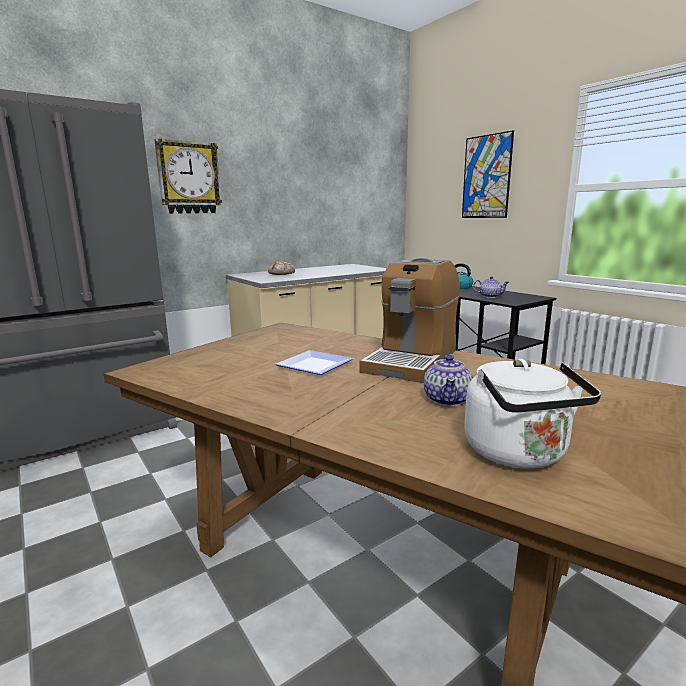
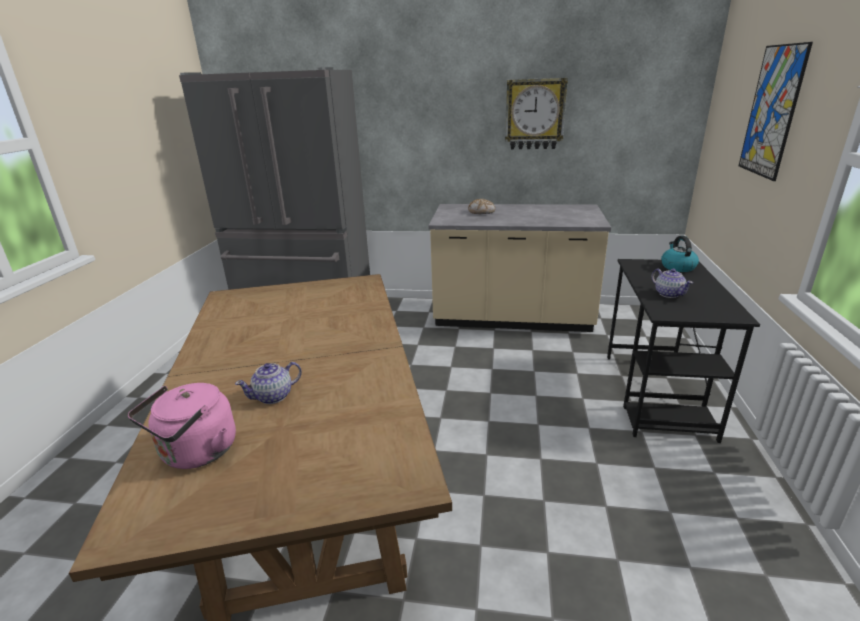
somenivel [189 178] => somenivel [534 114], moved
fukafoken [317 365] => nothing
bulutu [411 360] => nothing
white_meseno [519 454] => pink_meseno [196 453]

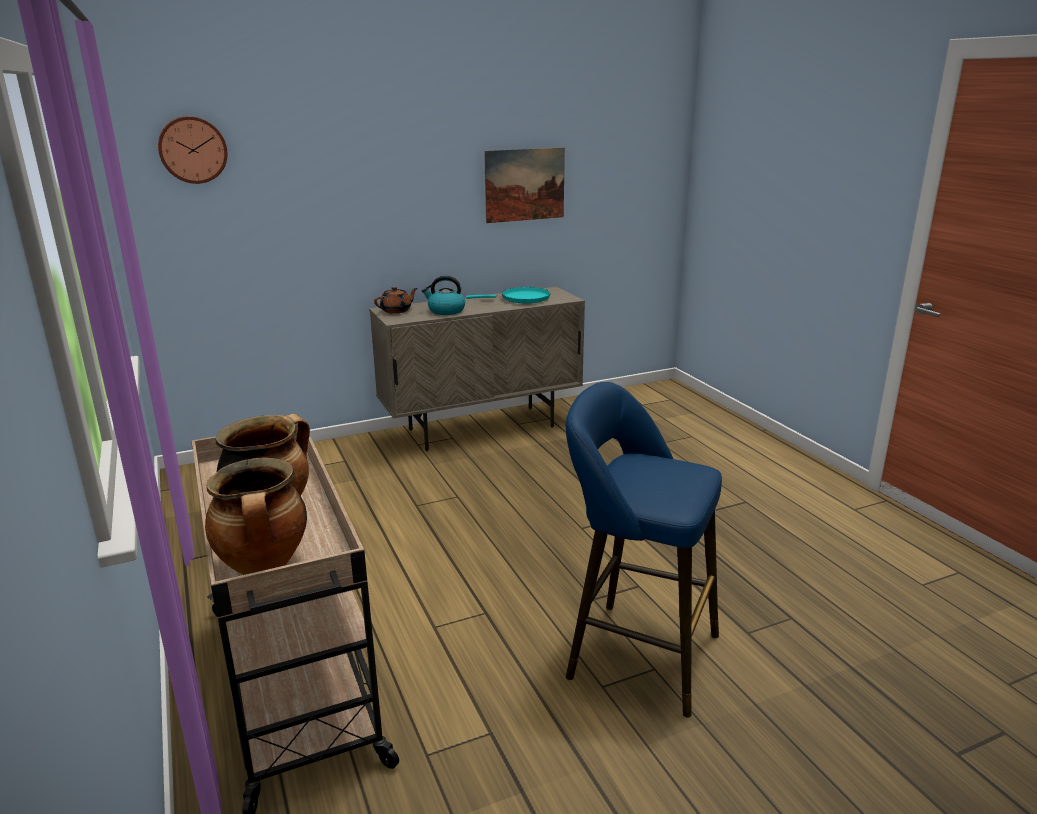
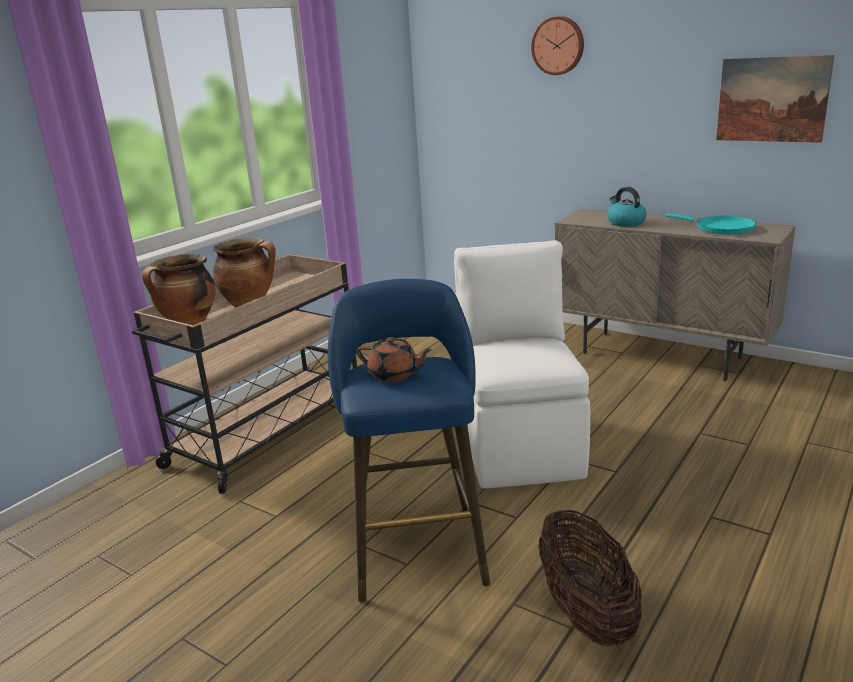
somenivel [193 150] => somenivel [558 45], moved
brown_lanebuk [396 310] => brown_lanebuk [394 375], moved
nothing => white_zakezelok [520 446]
nothing => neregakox [586 613]

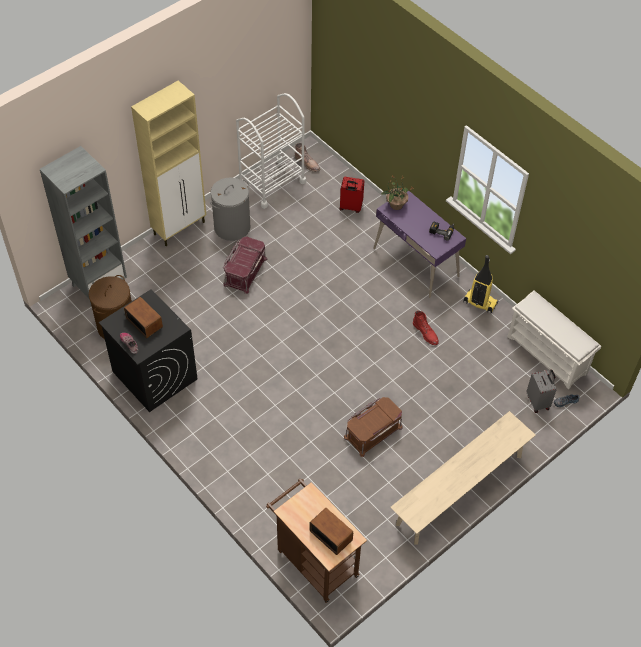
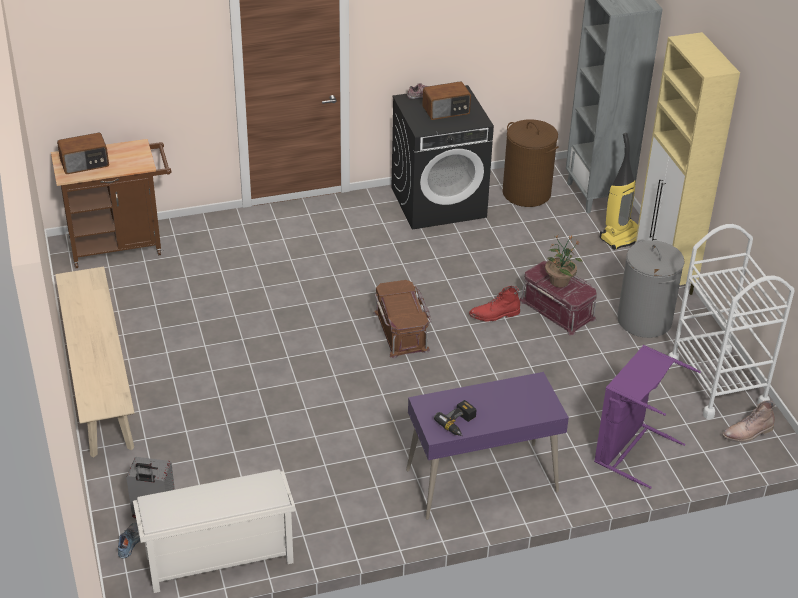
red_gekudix [350 207] => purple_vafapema [631 449]
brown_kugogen [372 431] => brown_kugogen [402 331], moved
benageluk [395 205] => benageluk [559 281], moved
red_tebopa [426 333] => red_tebopa [494 315], moved
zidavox [479 303] => zidavox [621 236], moved

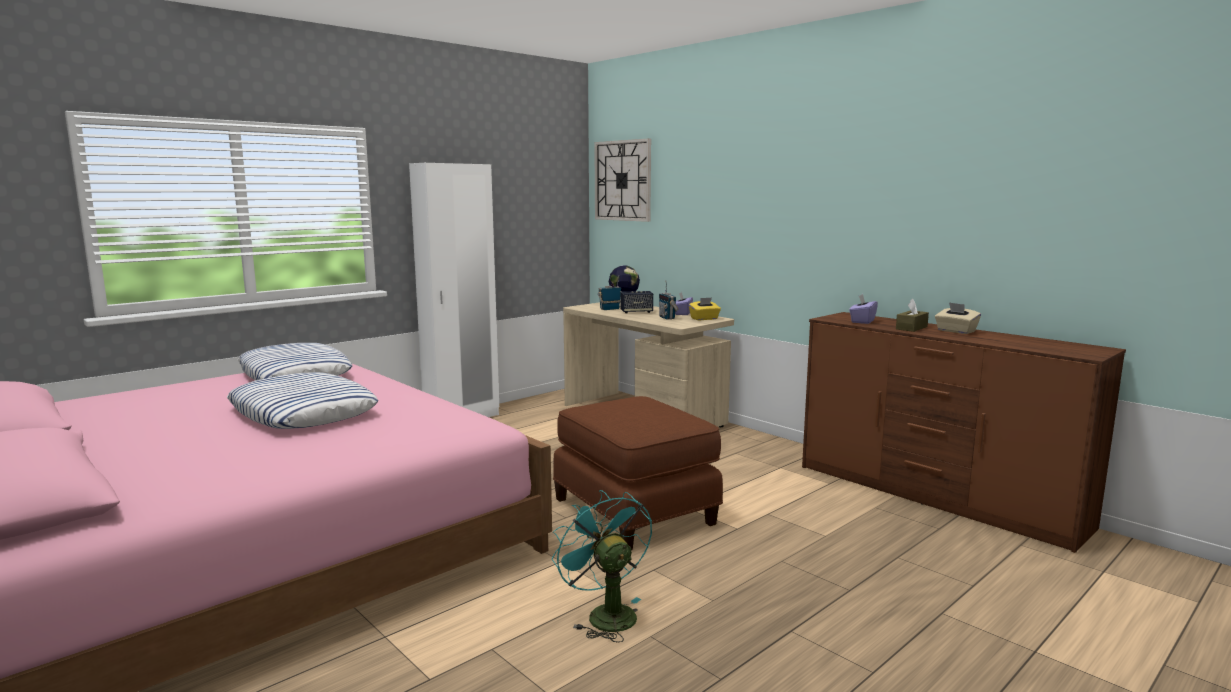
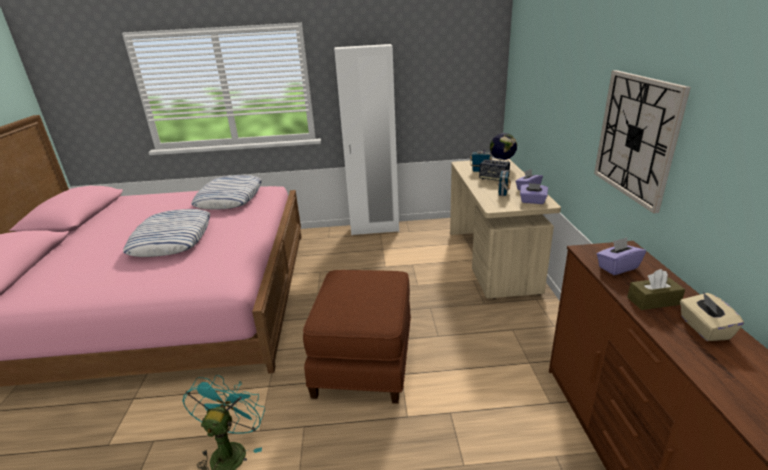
somenivel [623 180] => somenivel [636 137], moved
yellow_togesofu [704 319] => purple_togesofu [532 201]

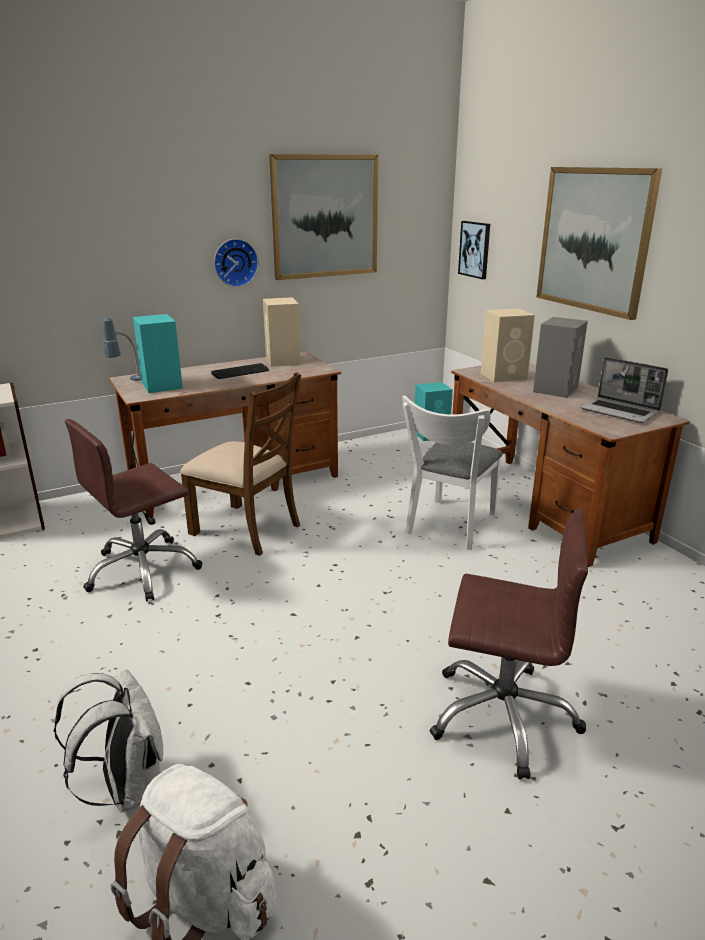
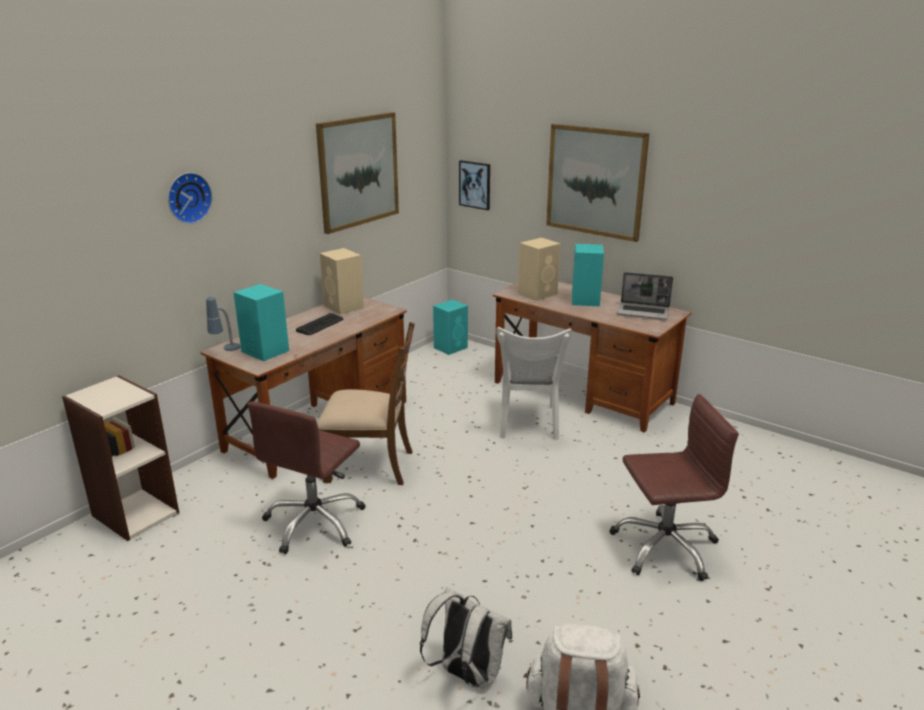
somenivel [235 262] => somenivel [187 197], moved
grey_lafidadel [556 389] => turquoise_lafidadel [585 300]

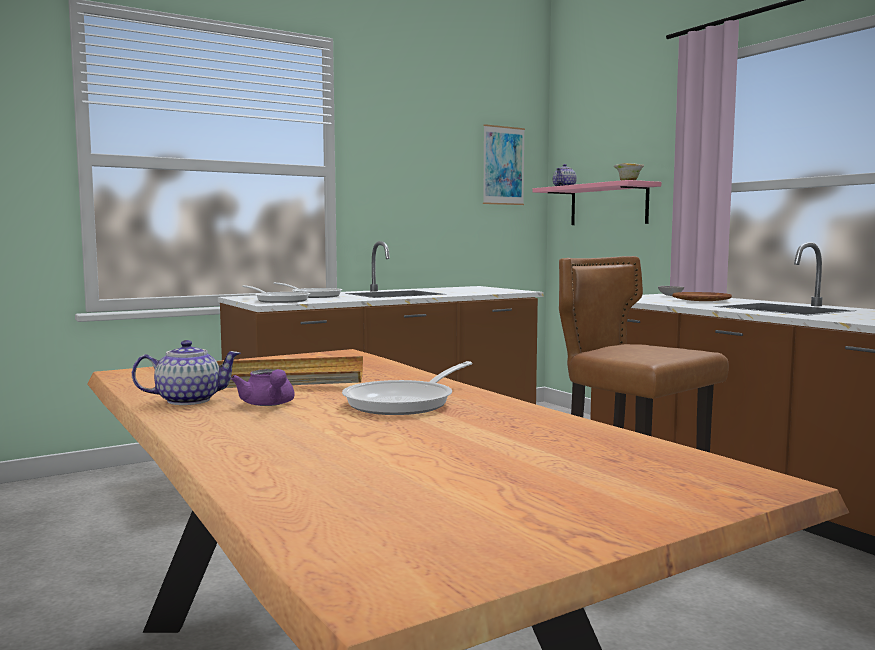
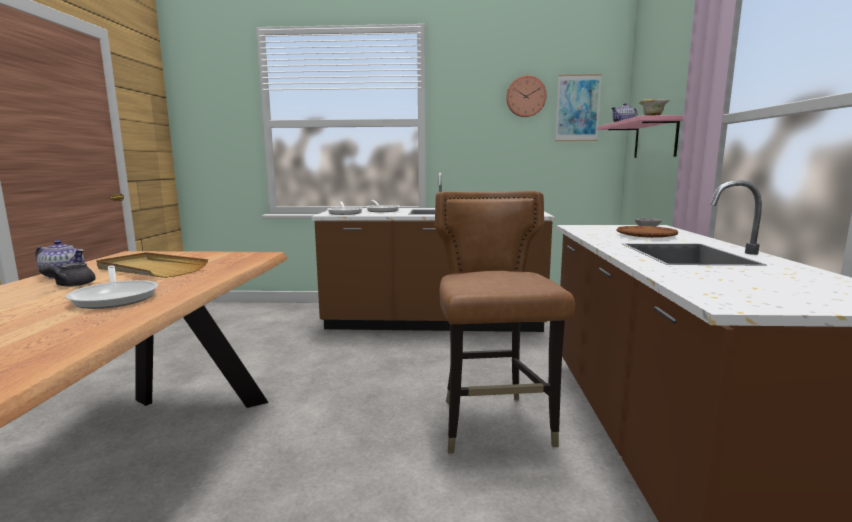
purple_lanebuk [268 404] => grey_lanebuk [70 285]
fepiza [406 402] => fepiza [116 297], 105 degrees counterclockwise
nothing => somenivel [525 96]

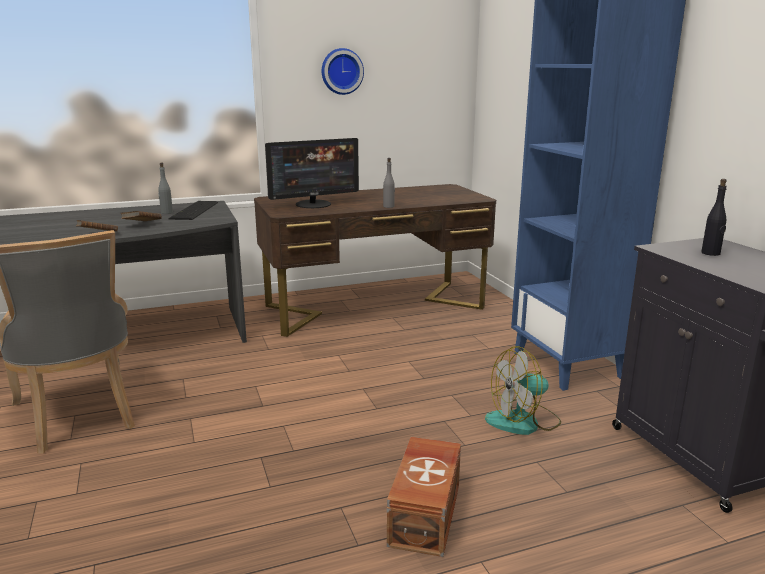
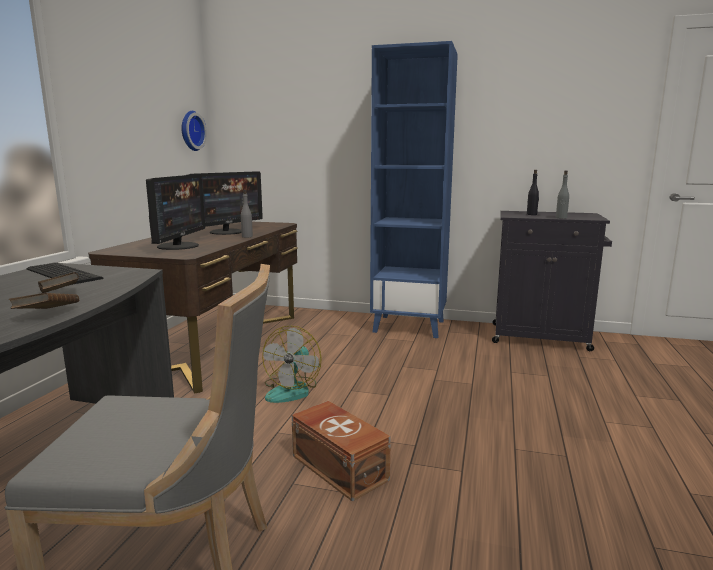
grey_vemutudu [166 212] => grey_vemutudu [561 218], moved
somenivel [341 71] => somenivel [190 131], moved
brown_kugogen [427 513] => brown_kugogen [339 466], moved
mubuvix [523 421] => mubuvix [292 390], moved
nothing => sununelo [227 232]

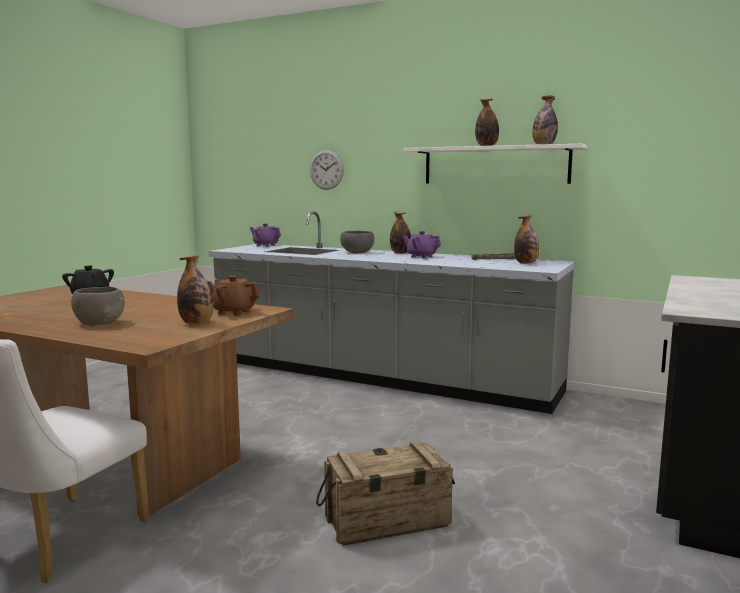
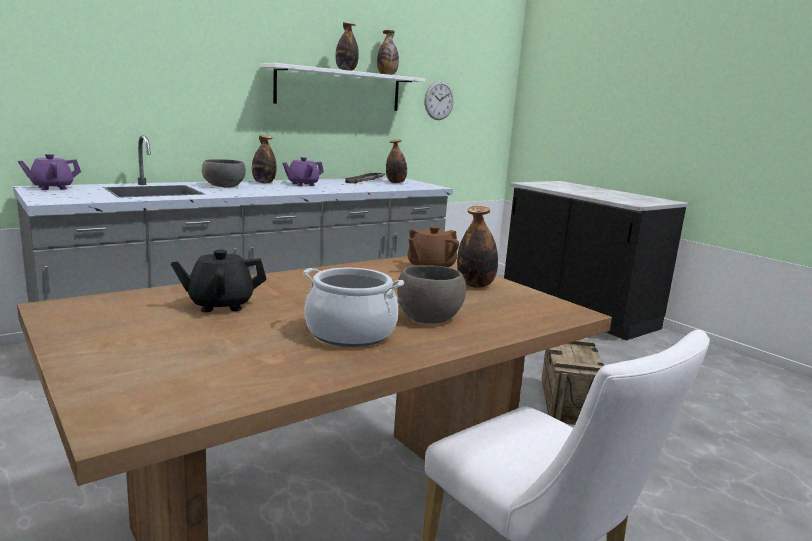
somenivel [326 170] => somenivel [439 100], moved
nothing => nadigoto [350 333]

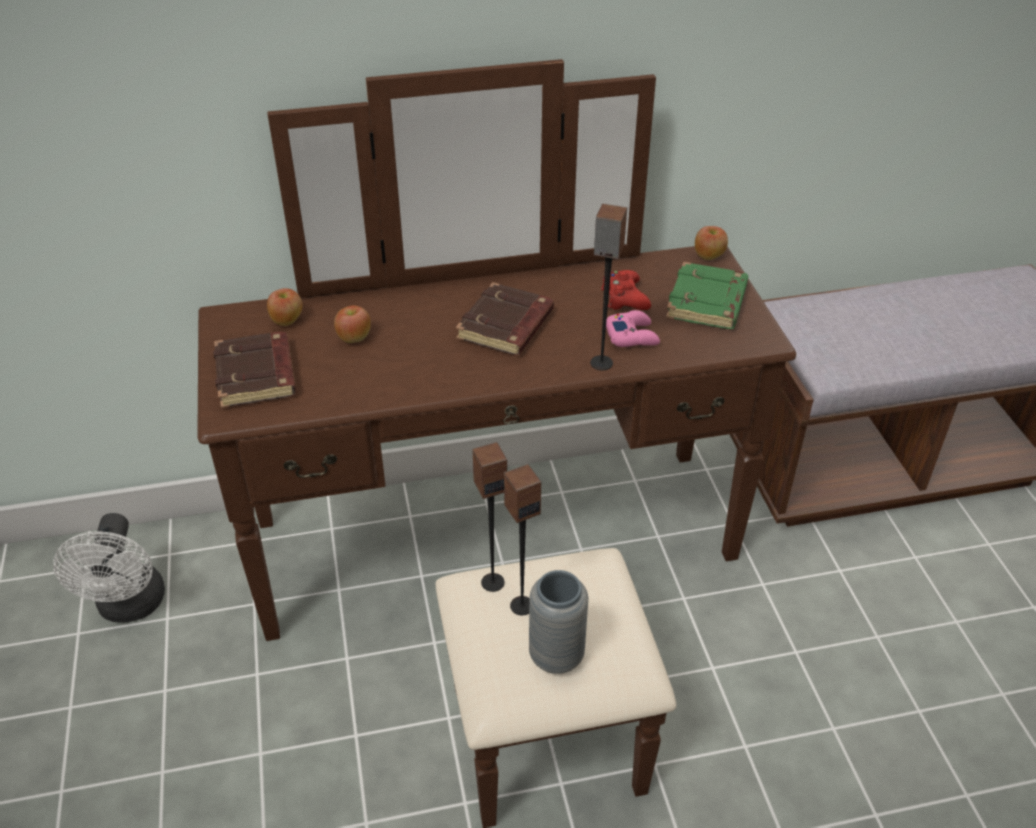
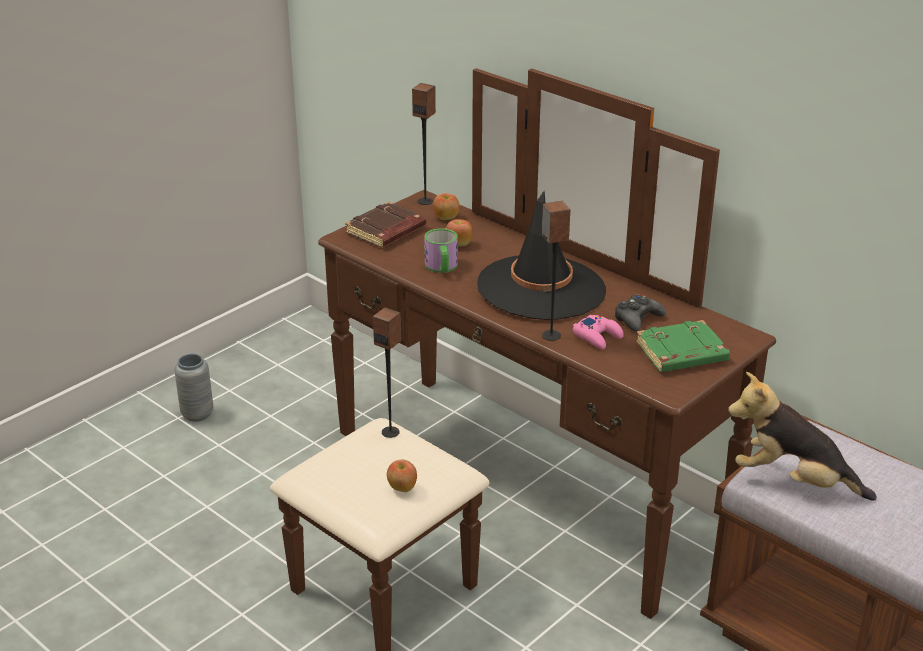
white_mubuvix [130 607] => nothing
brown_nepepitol [506 326] => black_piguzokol [541 288]
lafidadel [521 605] => lafidadel [425 201], moved
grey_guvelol [556 656] => grey_guvelol [197 414], moved
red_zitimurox [624 298] => black_zitimurox [637 319]
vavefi [709 256] => vavefi [402 488], moved
nothing => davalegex [442 267]
nothing => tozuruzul [793 481]

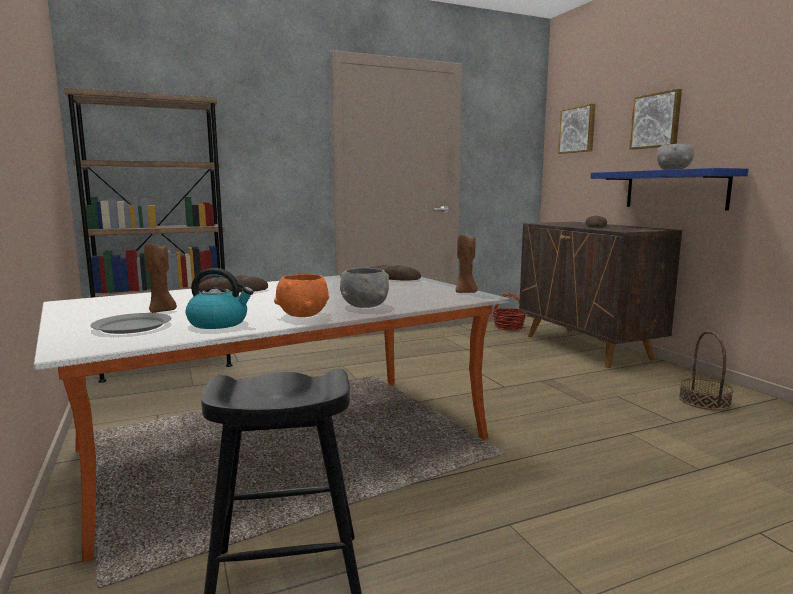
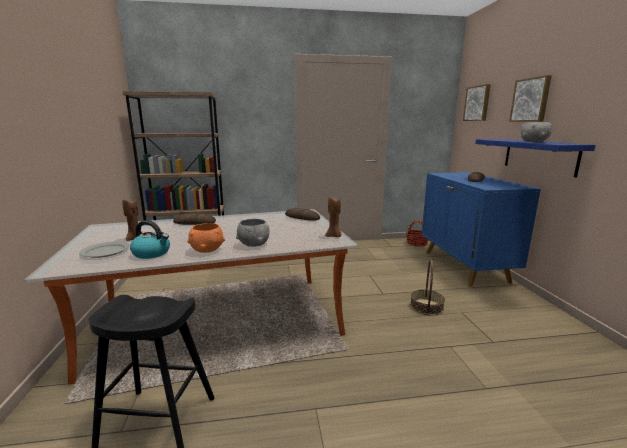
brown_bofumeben [587 347] => blue_bofumeben [465 266]
neregakox [704 401] => neregakox [426 307], moved

